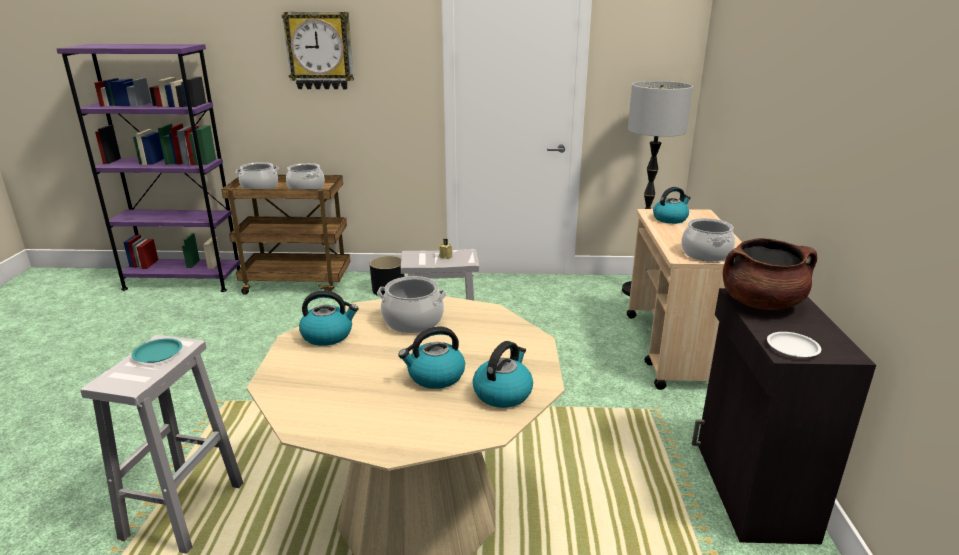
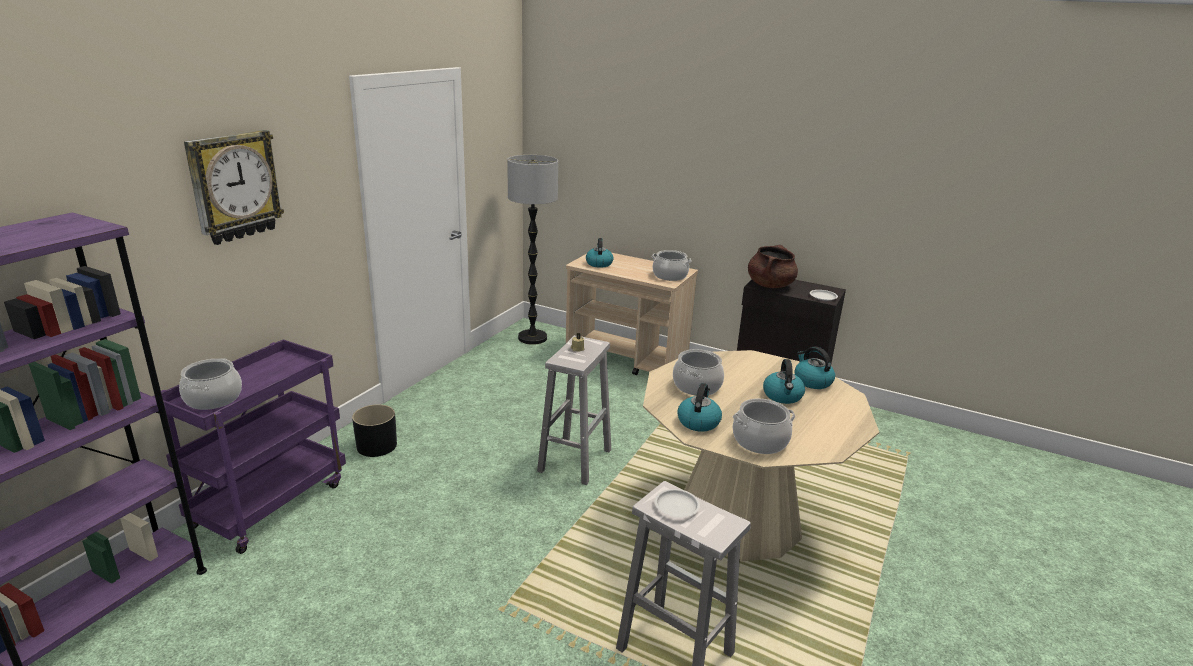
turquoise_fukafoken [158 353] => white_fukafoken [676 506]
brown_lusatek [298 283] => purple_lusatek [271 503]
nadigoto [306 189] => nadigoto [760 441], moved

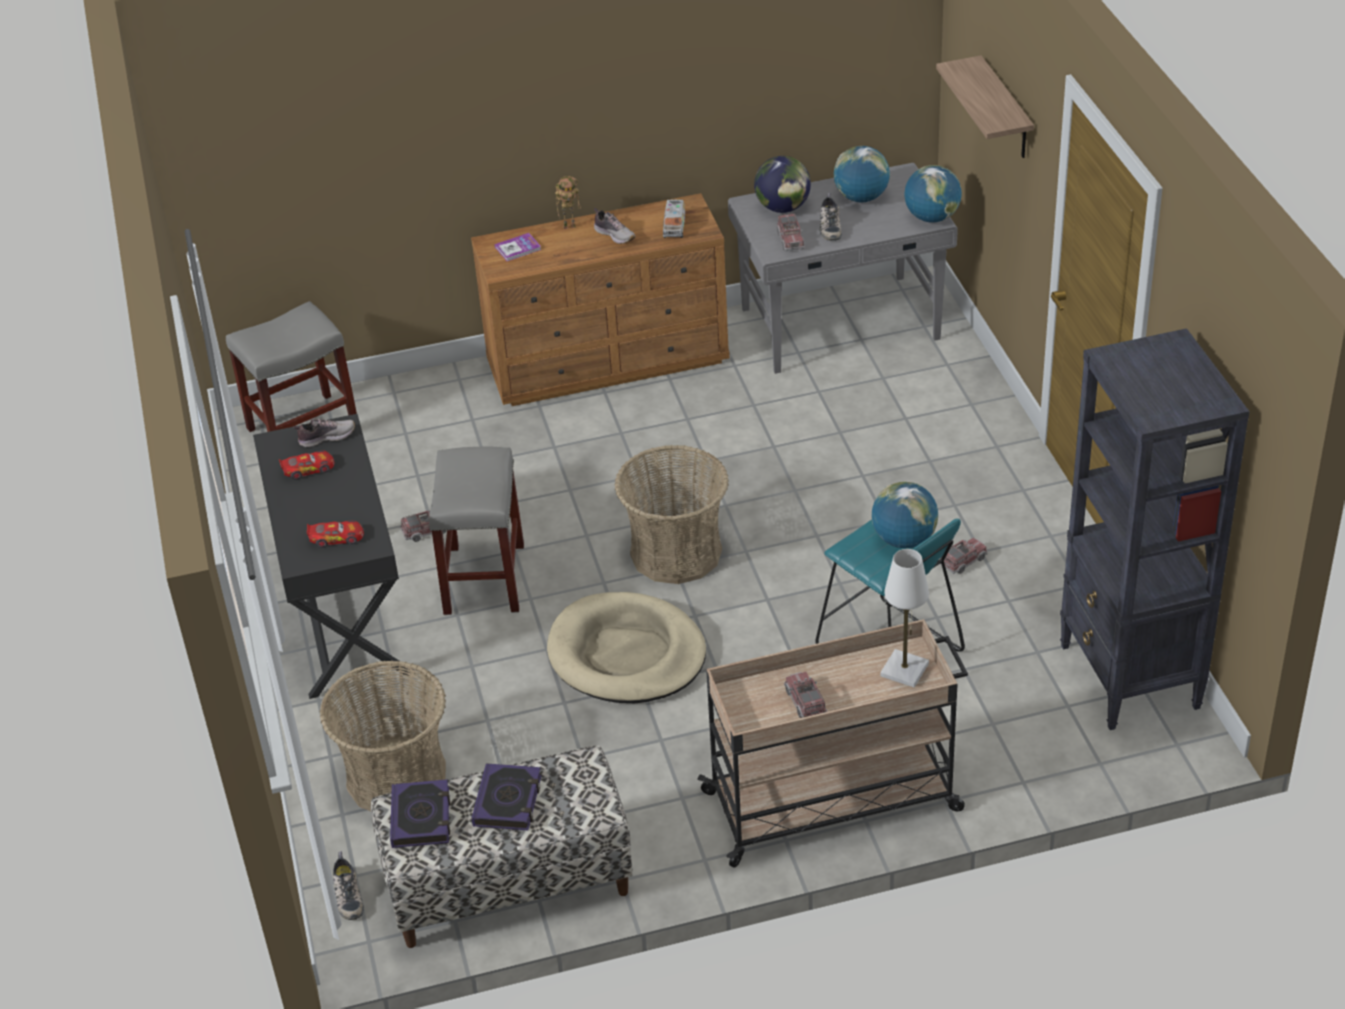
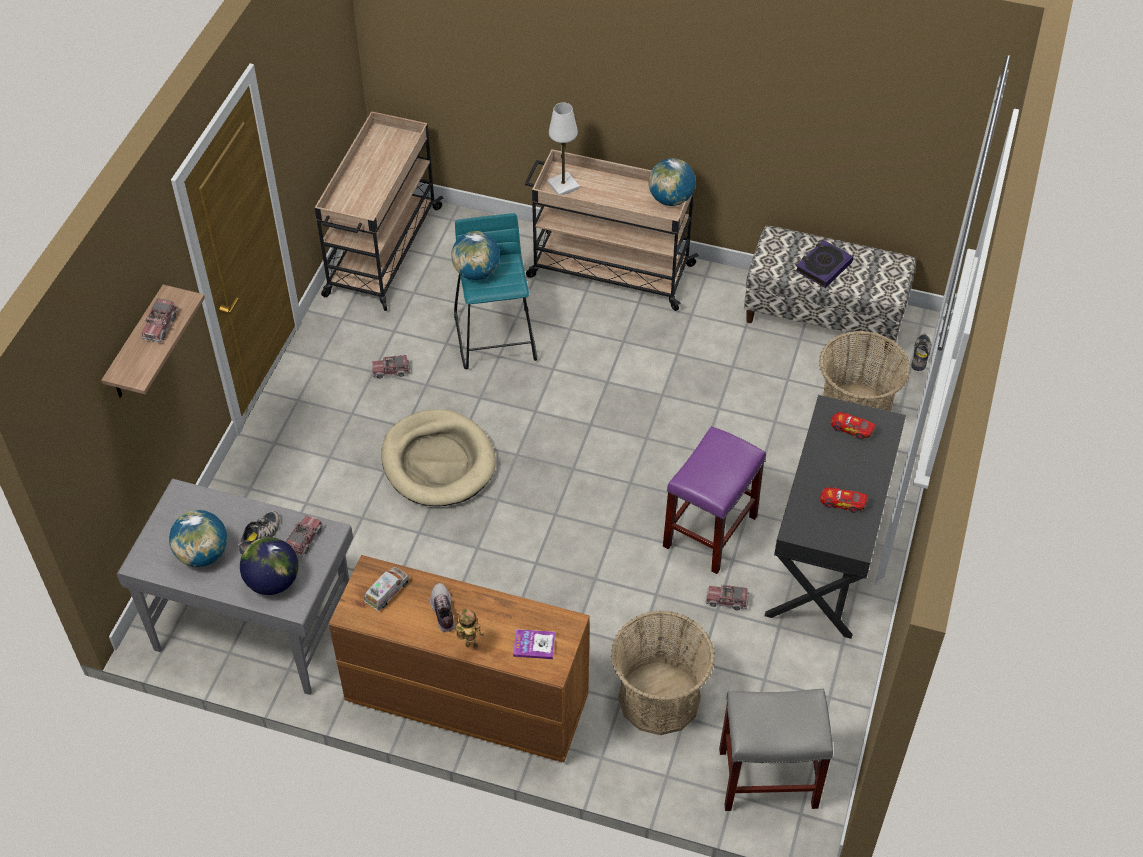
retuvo [326 437] => nothing
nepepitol [421 818] => nothing
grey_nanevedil [485 580] => purple_nanevedil [710 530]
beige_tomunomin [626 654] => beige_tomunomin [438 462], moved
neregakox [676 552] => neregakox [658 698], moved
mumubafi [805 702] => mumubafi [160 326], moved
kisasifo [932 218] => kisasifo [671 199], moved
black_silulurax [1129 678] => beige_lusatek [382 252]

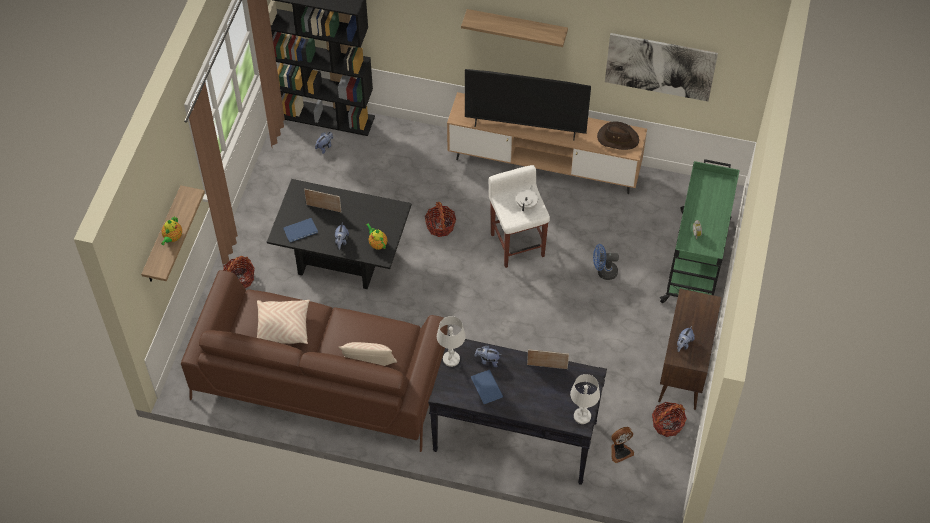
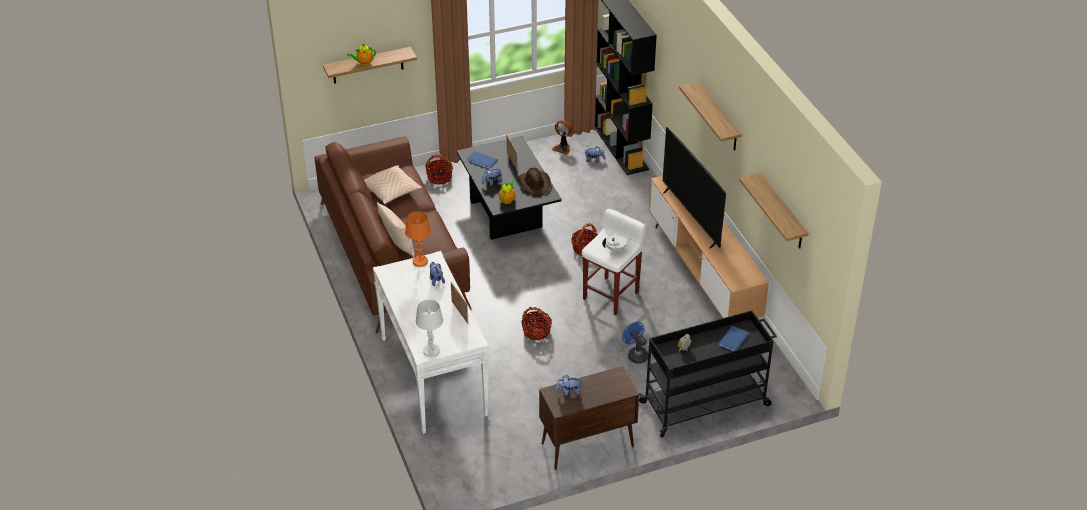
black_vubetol [514 437] => white_vubetol [433 376]
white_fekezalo [451 359] => orange_fekezalo [420 261]
blue_nepepitol [486 388] => blue_nepepitol [732 339], moved
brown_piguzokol [617 138] => brown_piguzokol [534 184], moved
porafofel [660 66] => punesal [782 212]
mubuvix [620 451] => mubuvix [562 148], moved
neregakox [667 424] => neregakox [536 331], moved
green_lusatek [696 259] => black_lusatek [706 403]

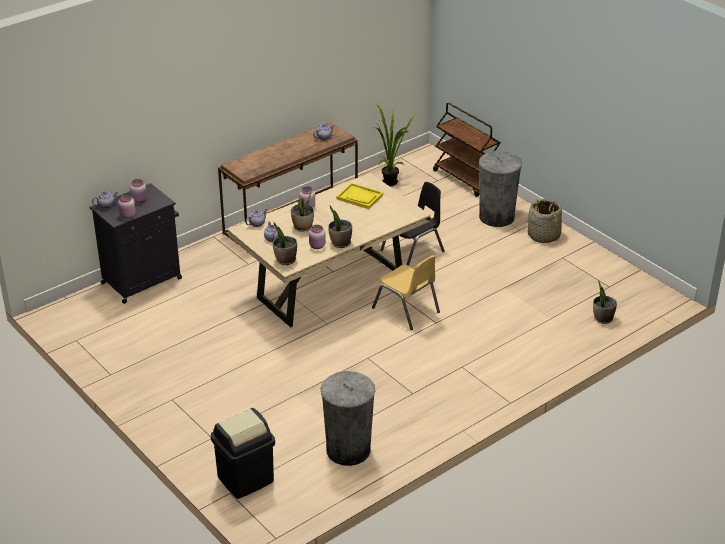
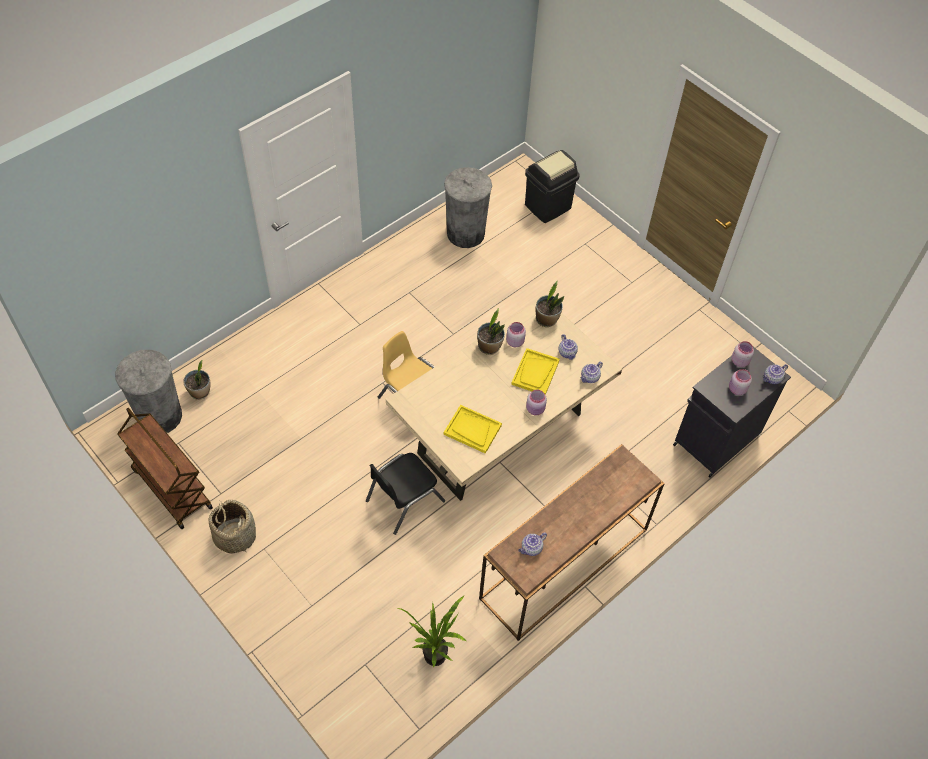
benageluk [303 227] => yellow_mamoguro [535 373]
brown_lusatek [466 179] => brown_lusatek [171 488], moved
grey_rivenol [496 217] => grey_rivenol [160 416], moved

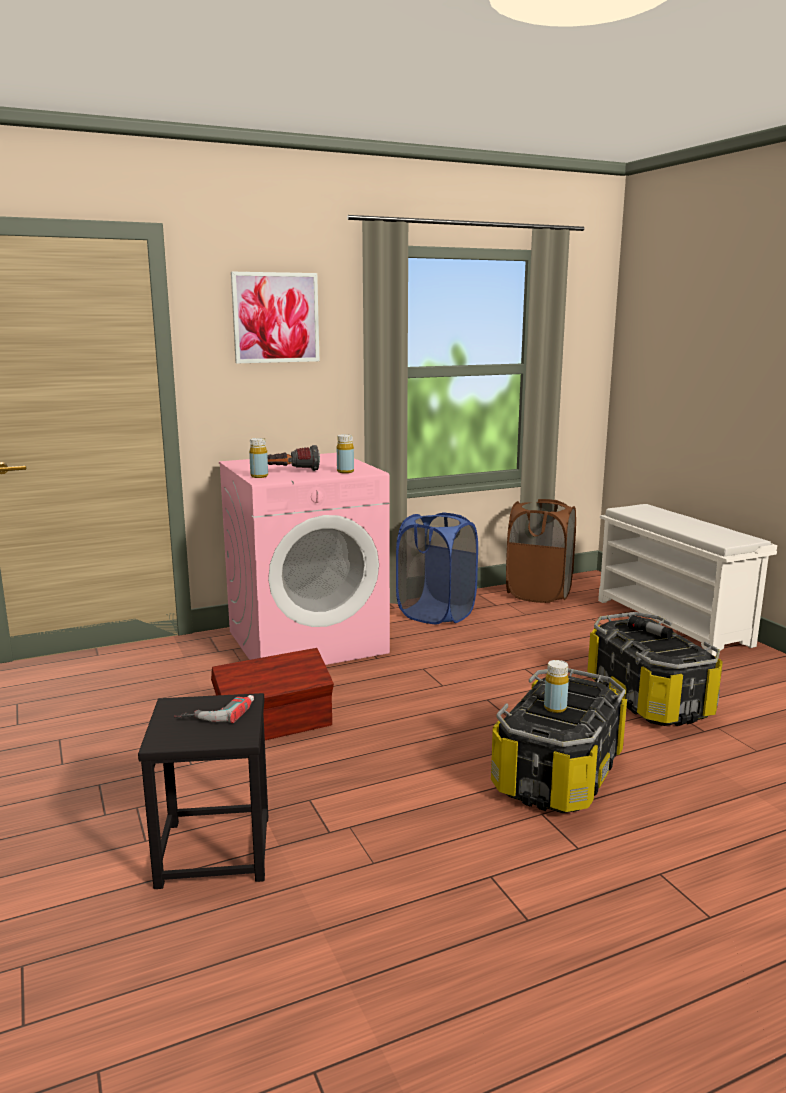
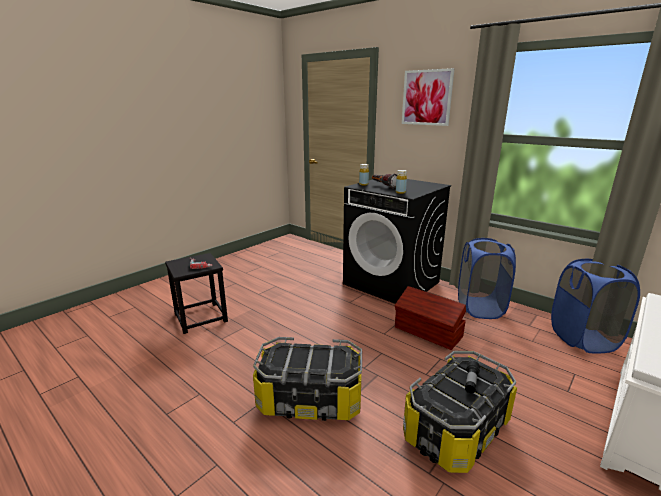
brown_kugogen [274 726] => brown_kugogen [428 332], moved
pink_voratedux [307 641] => black_voratedux [392 283]
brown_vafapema [539 593] => blue_vafapema [583 339]
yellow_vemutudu [555 708] => nothing

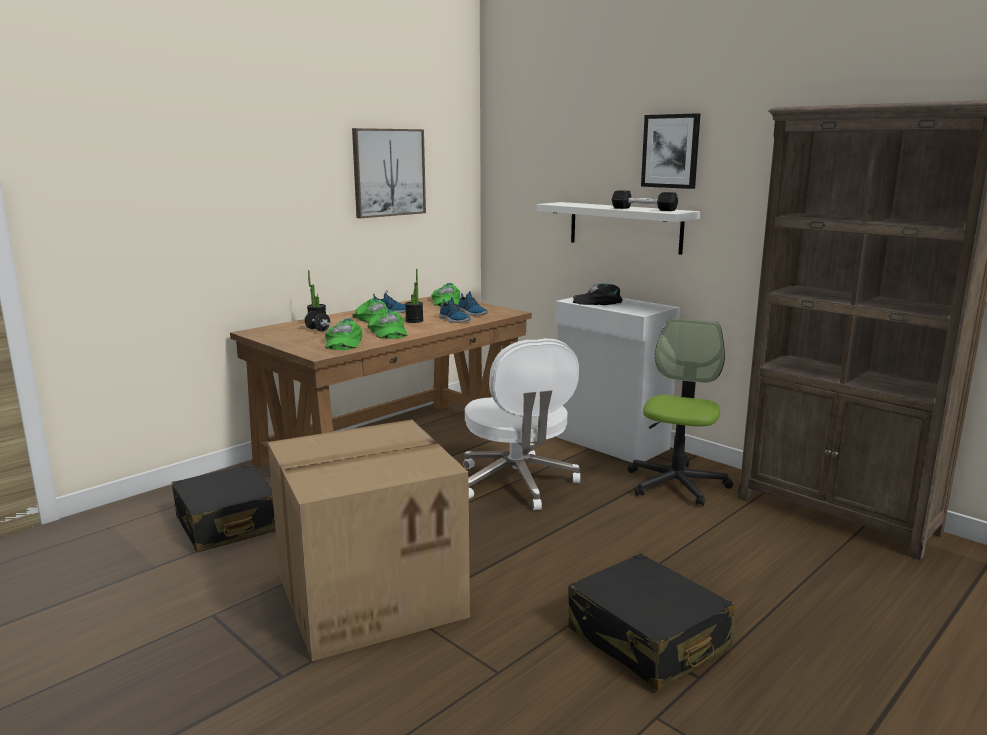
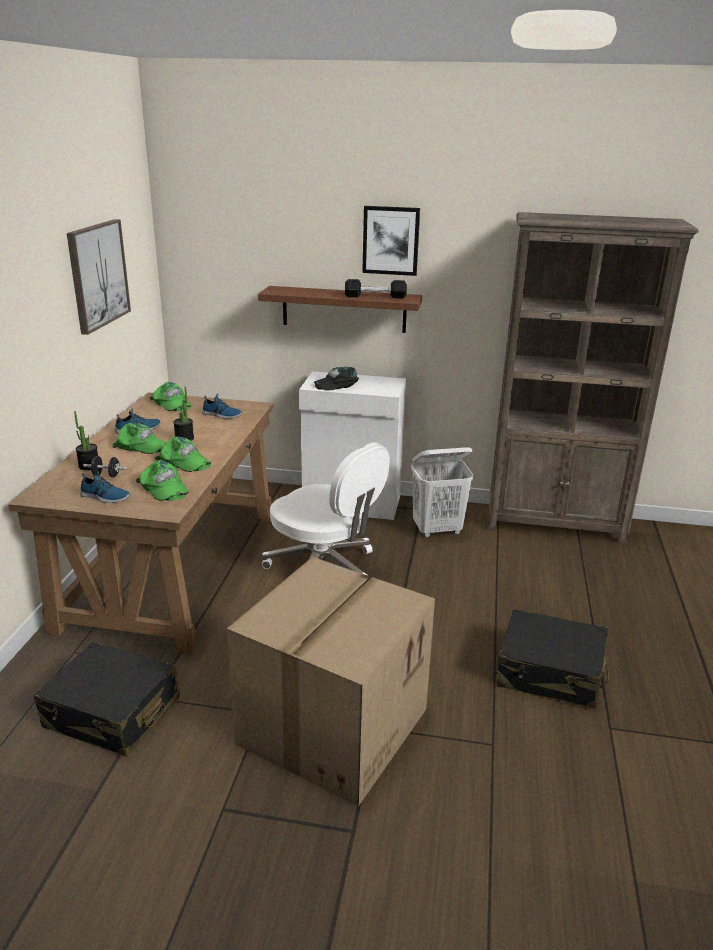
retuvo [454 320] => retuvo [104 497], moved
white_punesal [624 227] => brown_punesal [344 309]
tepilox [676 484] => white_vafapema [437 530]

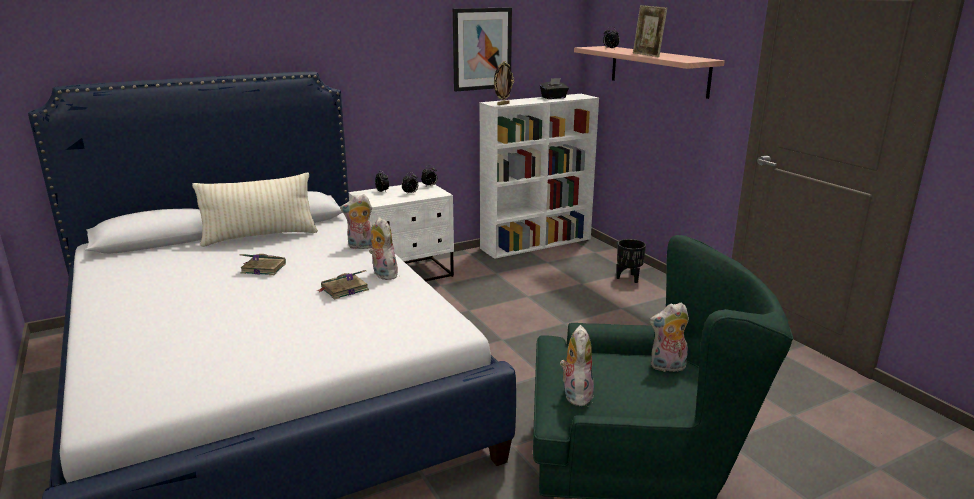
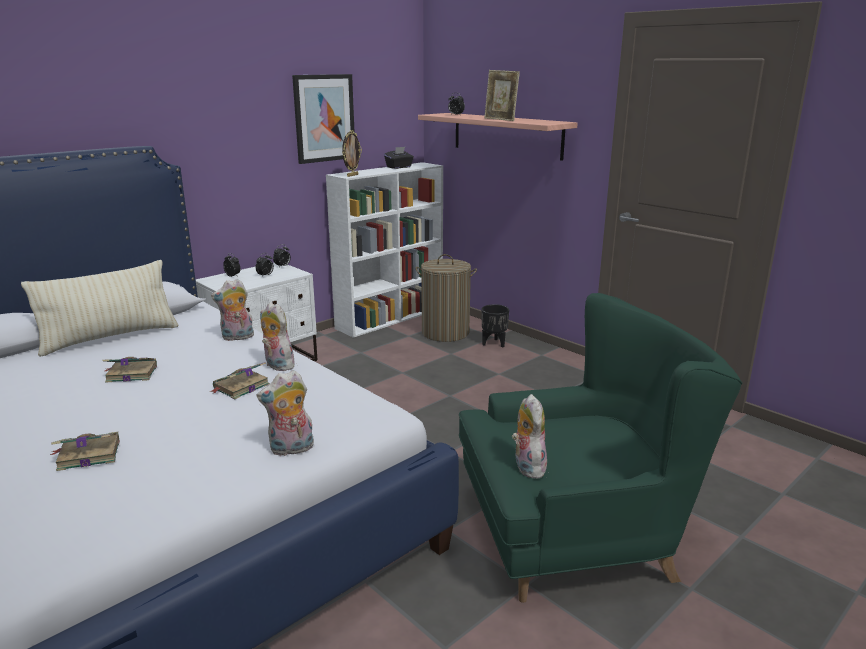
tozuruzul [667 367] => tozuruzul [291 449], moved
nothing => nepepitol [87 455]
nothing => vafapema [445 332]

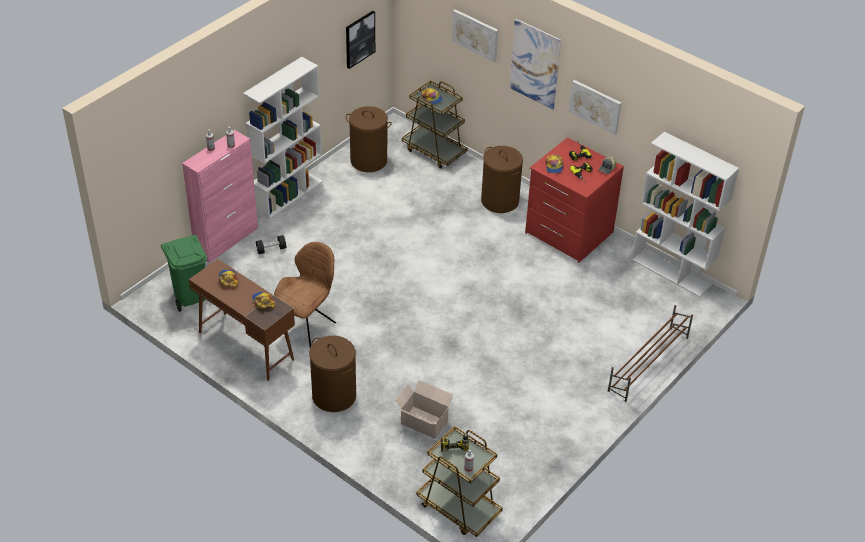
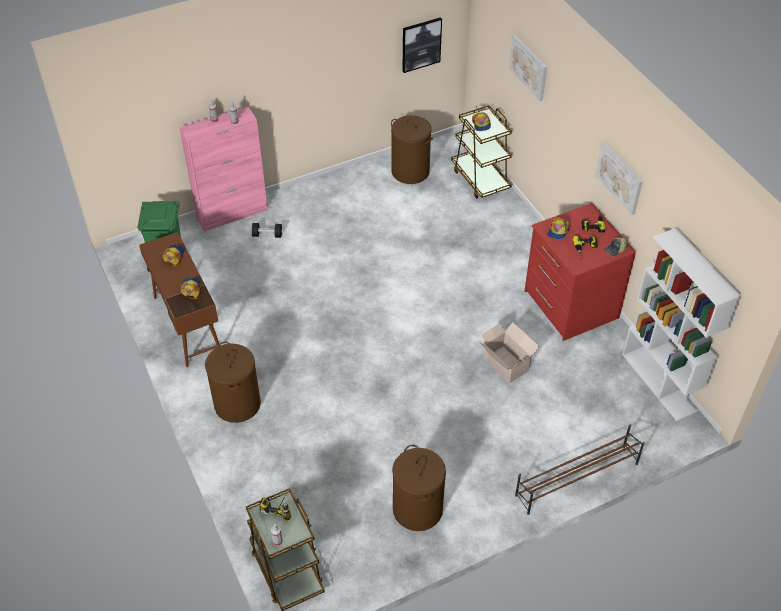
white_silulurax [288 195] => nothing
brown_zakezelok [307 325] => nothing
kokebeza [423 421] => kokebeza [505 363], moved
brown_vafapema [499 201] => brown_vafapema [417 509], moved
porafofel [535 64] => nothing

